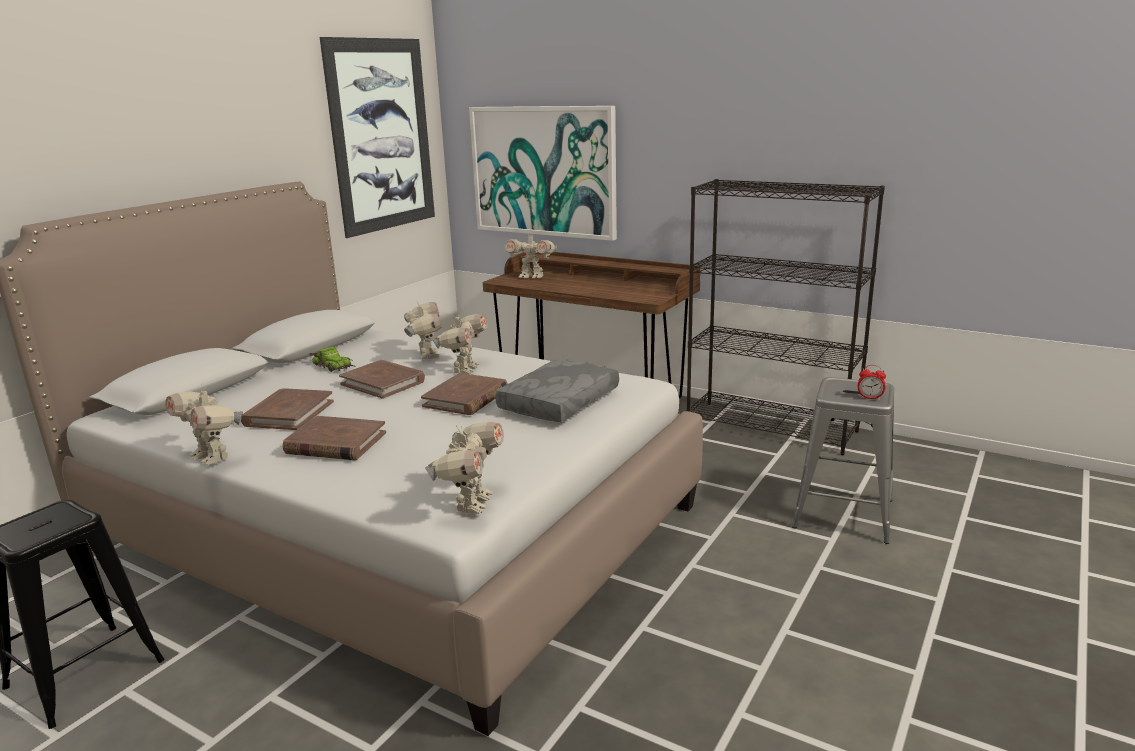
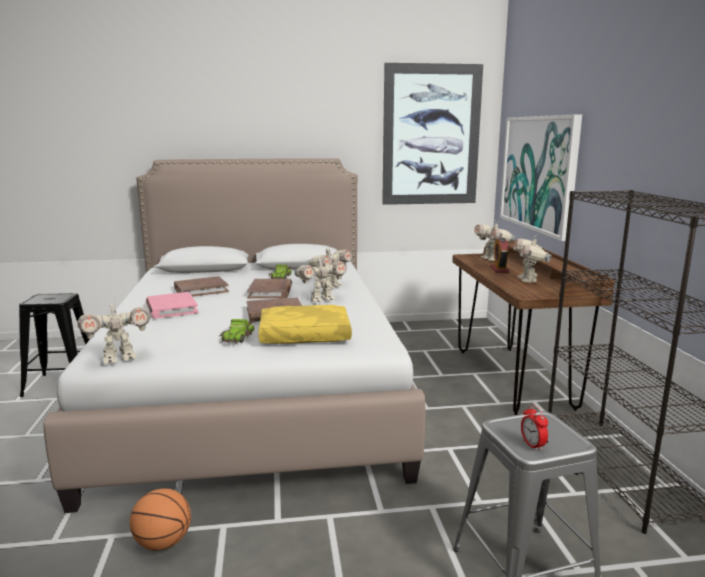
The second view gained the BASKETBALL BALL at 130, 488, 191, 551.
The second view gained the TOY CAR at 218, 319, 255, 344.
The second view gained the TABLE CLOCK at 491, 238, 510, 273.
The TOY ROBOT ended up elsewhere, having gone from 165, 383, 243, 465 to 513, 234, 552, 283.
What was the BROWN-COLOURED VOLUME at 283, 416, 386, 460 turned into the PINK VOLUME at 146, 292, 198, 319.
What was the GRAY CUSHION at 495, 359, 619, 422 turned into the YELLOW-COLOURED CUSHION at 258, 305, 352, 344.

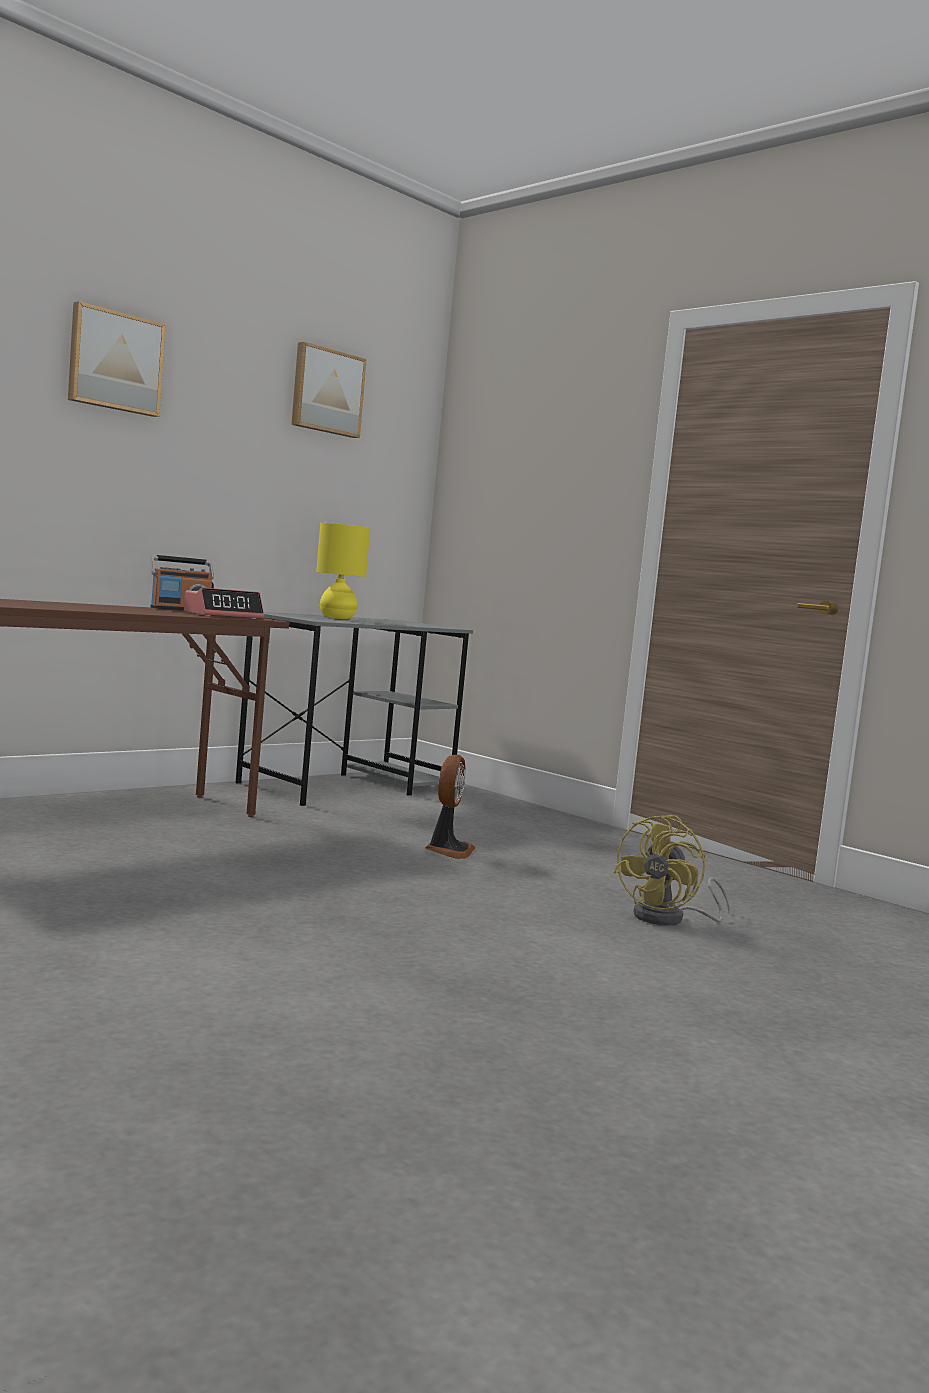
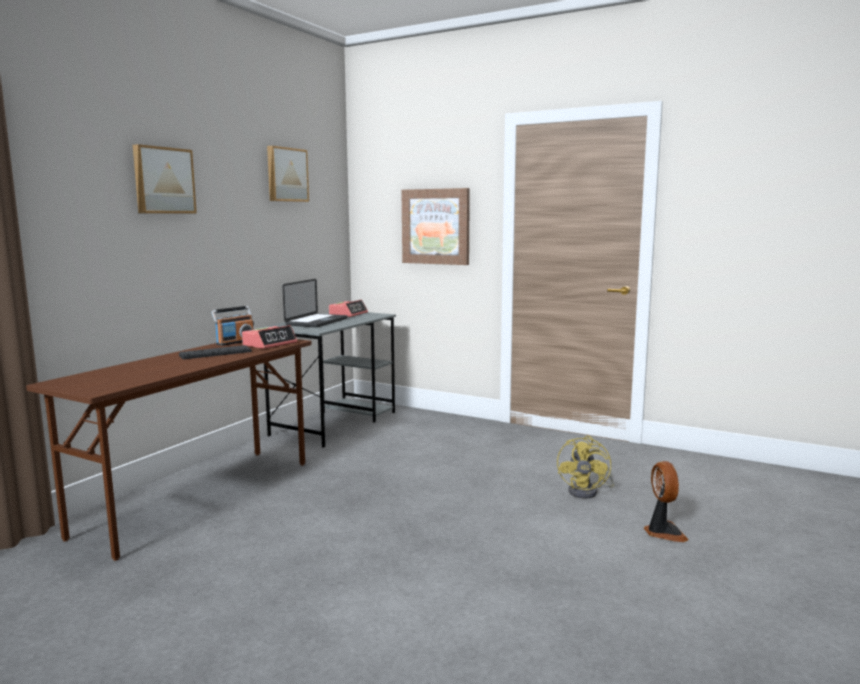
The second view gained the PC KEYBOARD at 179, 345, 252, 359.
The second view gained the TABLE CLOCK at 329, 300, 368, 317.
The second view gained the WALL ART at 401, 188, 470, 265.
The ELECTRIC FAN ended up elsewhere, having gone from 425, 755, 475, 859 to 644, 461, 689, 542.
Where the YELLOW-COLOURED LAMP FOR A TABLE stood at 316, 523, 370, 619, the PORTABLE COMPUTER came to stand at 283, 279, 348, 327.

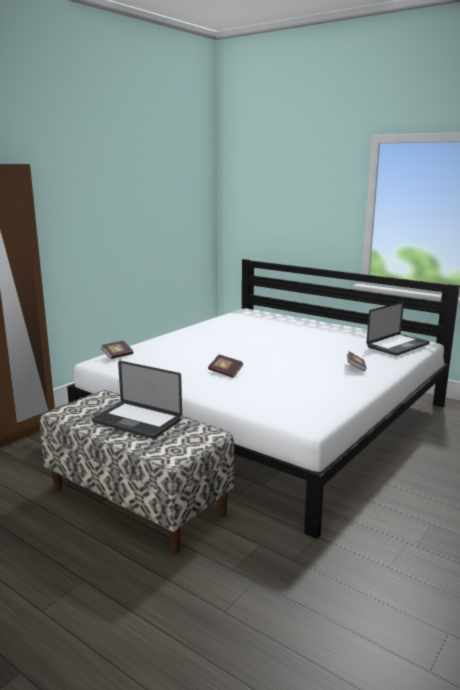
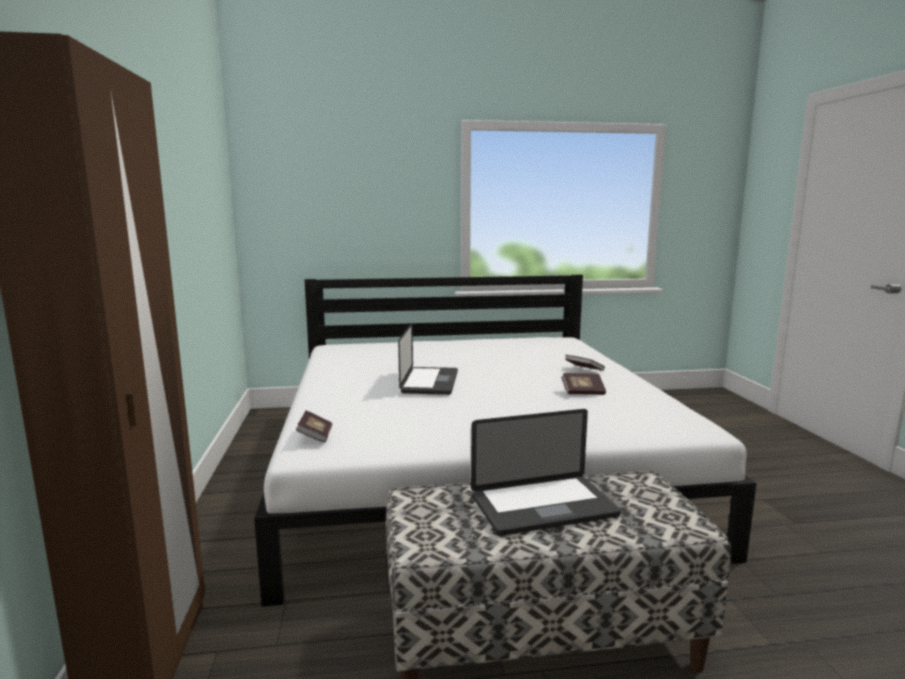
The VOLUME ended up elsewhere, having gone from 208, 355, 243, 378 to 561, 373, 606, 395.
The PORTABLE COMPUTER ended up elsewhere, having gone from 367, 302, 430, 356 to 398, 323, 458, 395.

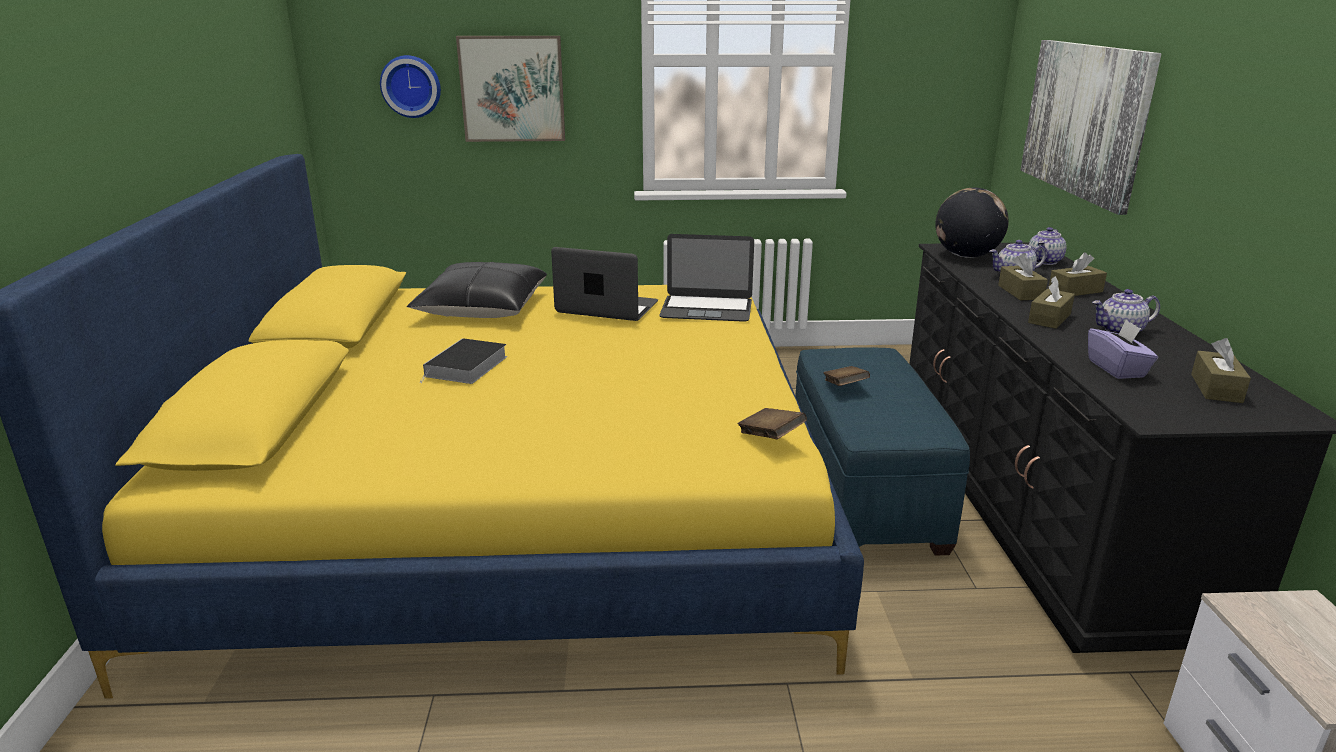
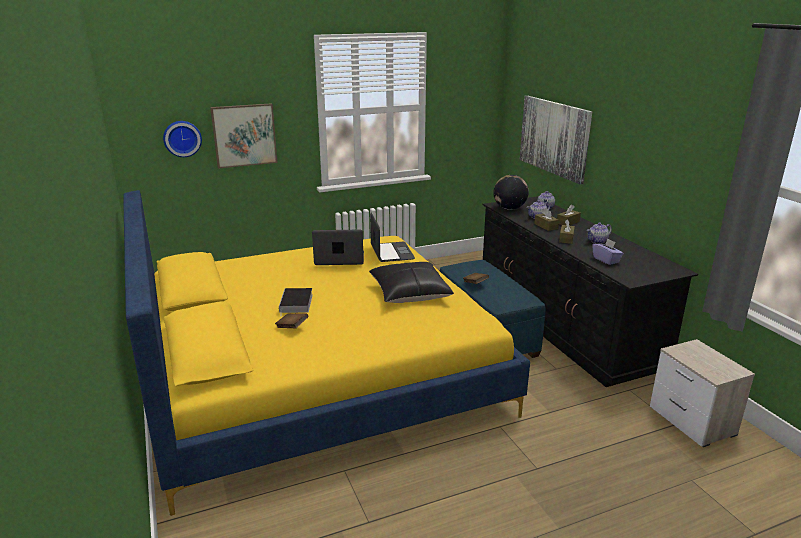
The second view lost the BROWN-COLOURED BOX OF TISSUES at 1191, 338, 1251, 403.
The BLACK-COLOURED CUSHION ended up elsewhere, having gone from 406, 262, 547, 318 to 369, 262, 454, 303.
The BROWN-COLOURED VOLUME ended up elsewhere, having gone from 738, 408, 807, 439 to 275, 313, 308, 328.
The PORTABLE COMPUTER at 659, 234, 754, 322 ended up facing another way, 90 degrees counterclockwise from before.

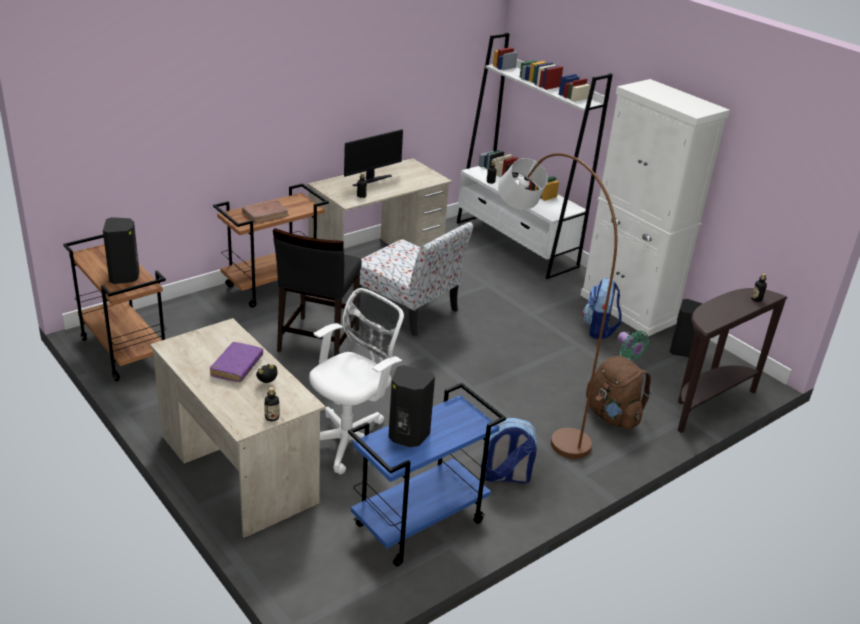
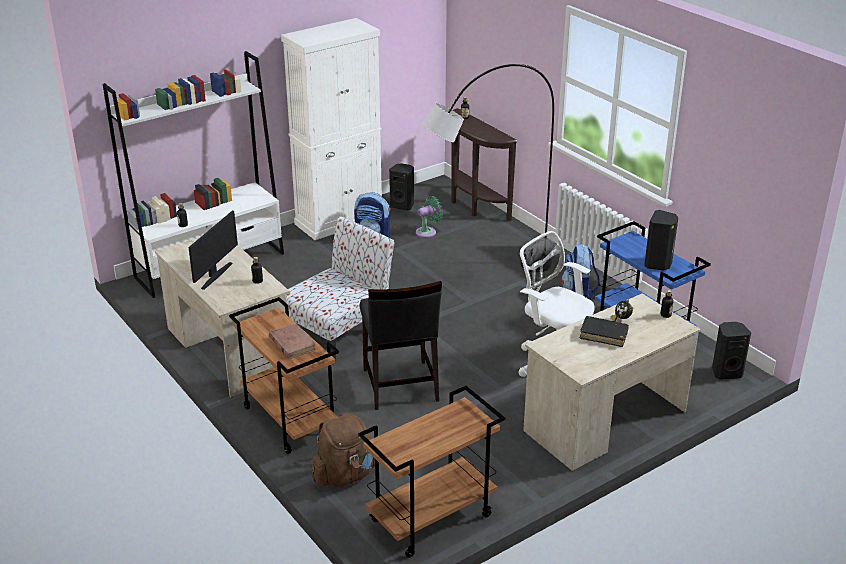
The BLACK-COLOURED AUDIO SPEAKER ended up elsewhere, having gone from 103, 217, 139, 284 to 712, 322, 751, 380.
The BROWN-COLOURED BACKPACK ended up elsewhere, having gone from 586, 356, 651, 430 to 311, 413, 375, 487.
What was the PURPLE VOLUME at 210, 342, 263, 382 turned into the BLACK-COLOURED VOLUME at 580, 316, 629, 347.
What was the BROWN-COLOURED STANDARD LAMP at 498, 153, 617, 459 turned into the GRAY STANDARD LAMP at 421, 64, 554, 269.
The BLACK-COLOURED CHAIR at 273, 228, 362, 356 ended up facing another way, 60 degrees clockwise from before.
The MONITOR at 344, 129, 403, 187 ended up facing another way, 60 degrees clockwise from before.

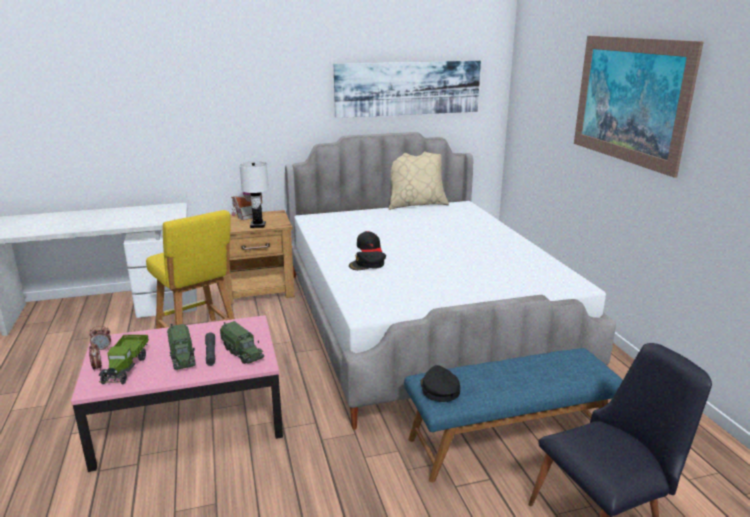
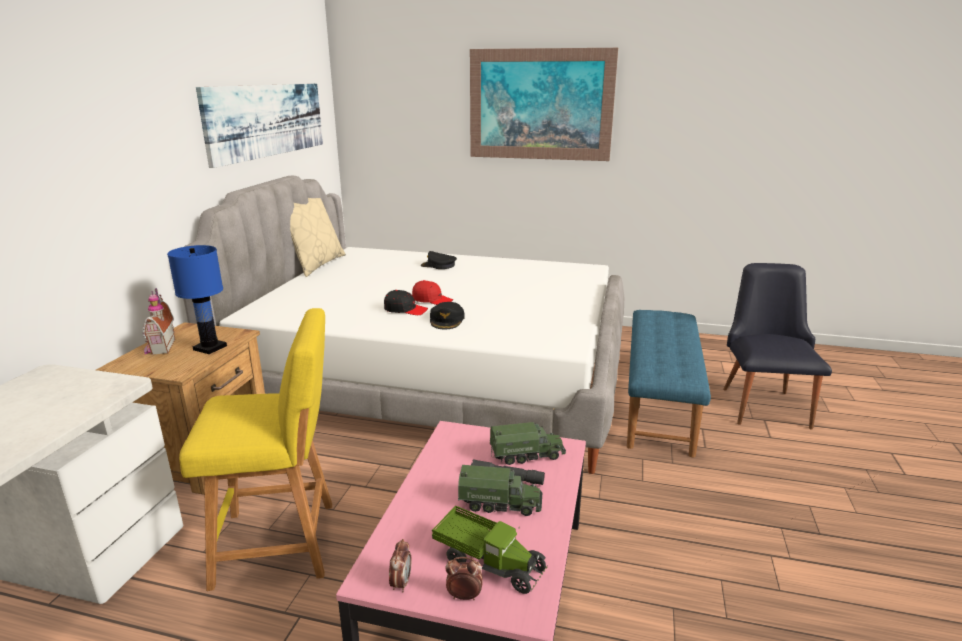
The second view gained the RED-COLOURED CAP at 412, 280, 453, 305.
The BLACK-COLOURED CAP ended up elsewhere, having gone from 420, 365, 460, 402 to 421, 251, 457, 269.
What was the WHITE LAMP FOR A TABLE at 239, 161, 269, 228 turned into the BLUE LAMP FOR A TABLE at 167, 245, 227, 354.

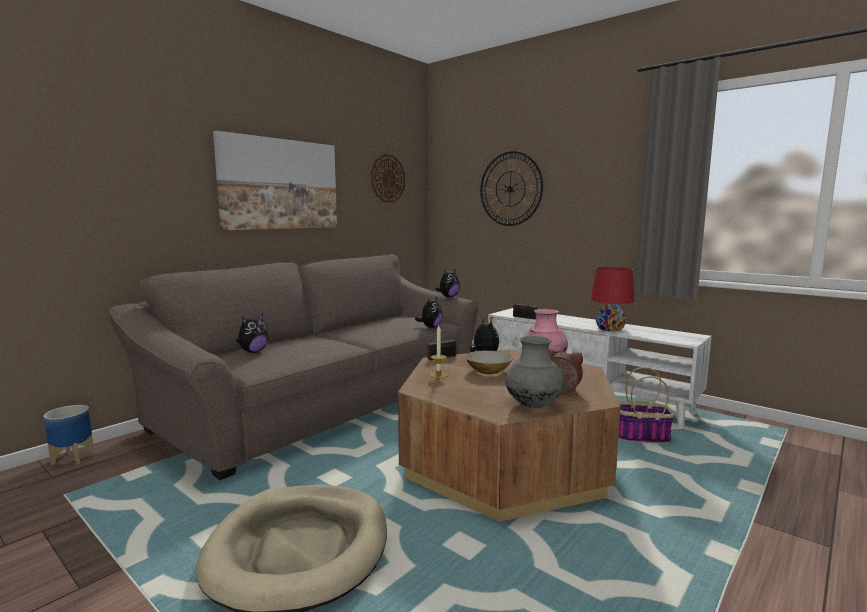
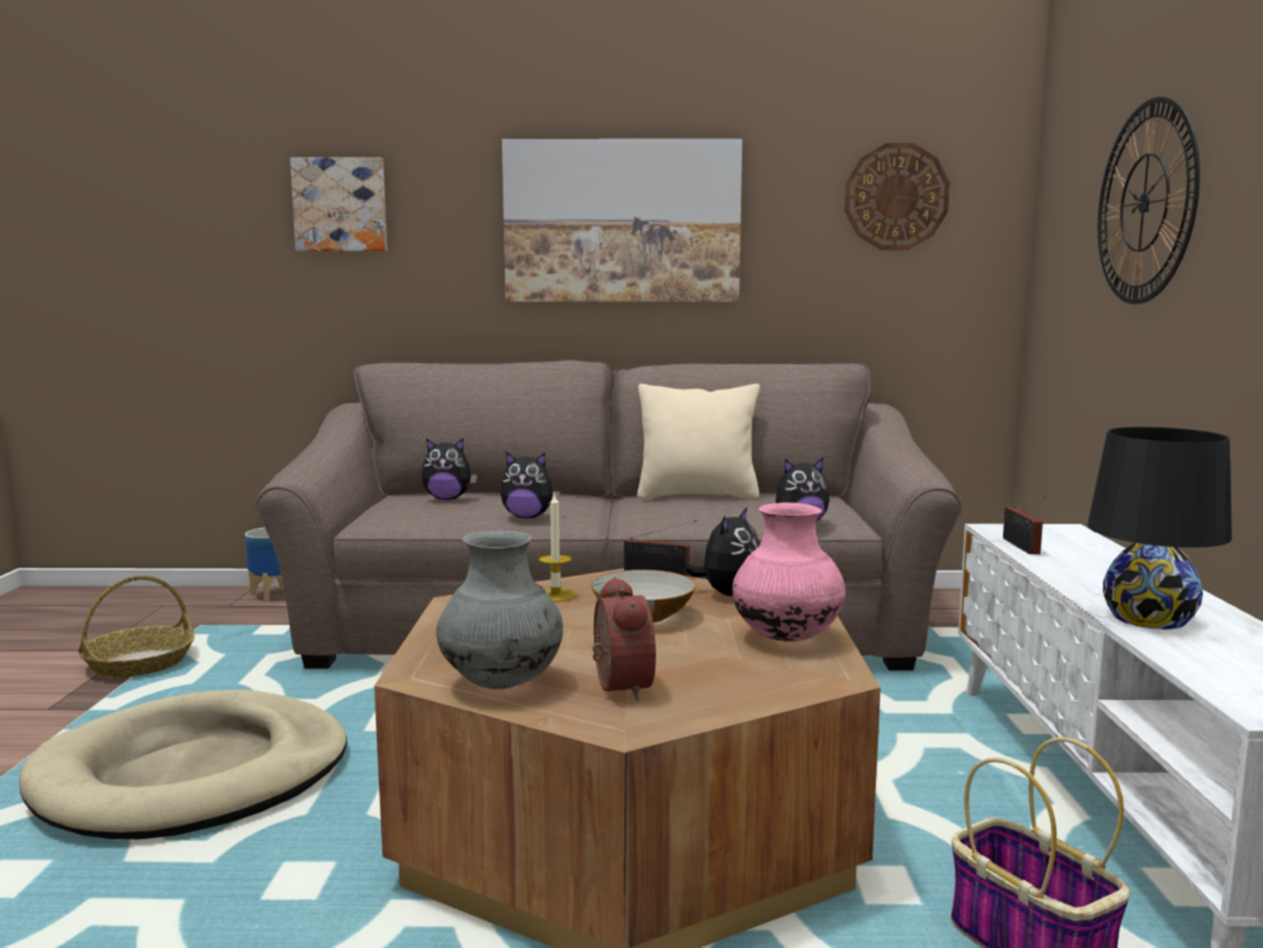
The second view gained the HOUSEHOLD BASKET at 78, 575, 195, 678.
The second view gained the WALL ART at 290, 157, 387, 251.
The second view gained the SAND-COLOURED CUSHION at 637, 384, 760, 500.
The PLUSH TOY ended up elsewhere, having gone from 435, 269, 460, 297 to 500, 452, 560, 518.
What was the RED-COLOURED LAMP FOR A TABLE at 591, 267, 634, 331 turned into the BLACK-COLOURED LAMP FOR A TABLE at 1087, 427, 1232, 629.

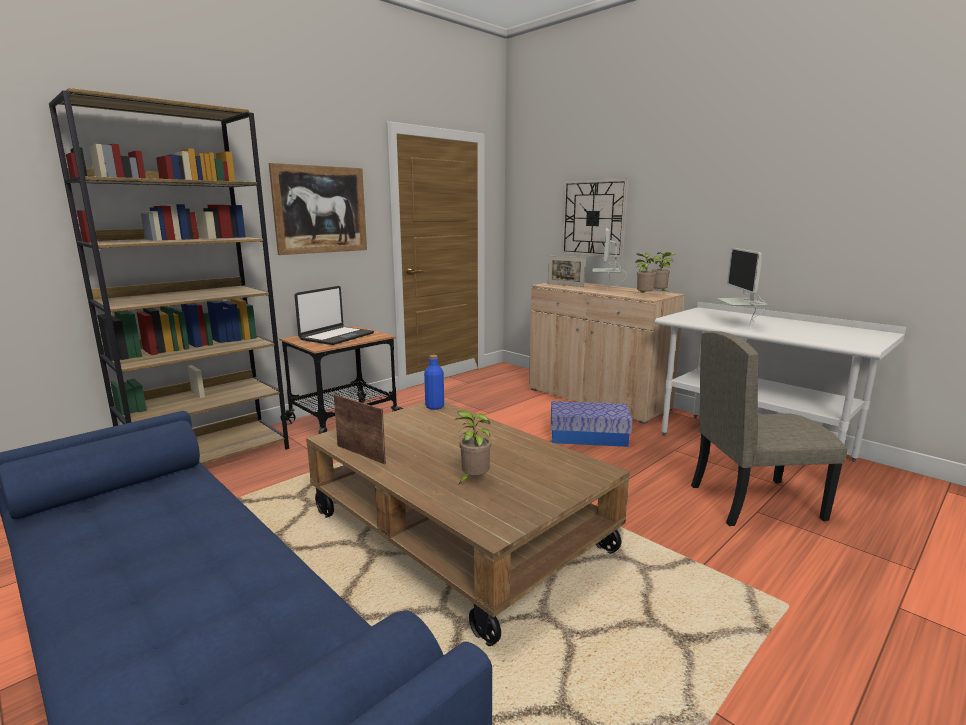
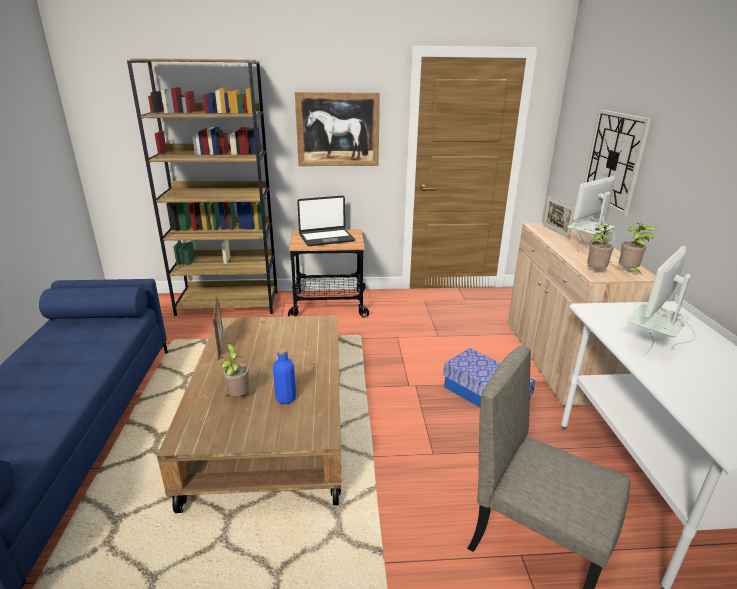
The BLUE BOTTLE ended up elsewhere, having gone from 424, 355, 444, 410 to 273, 348, 296, 404.

